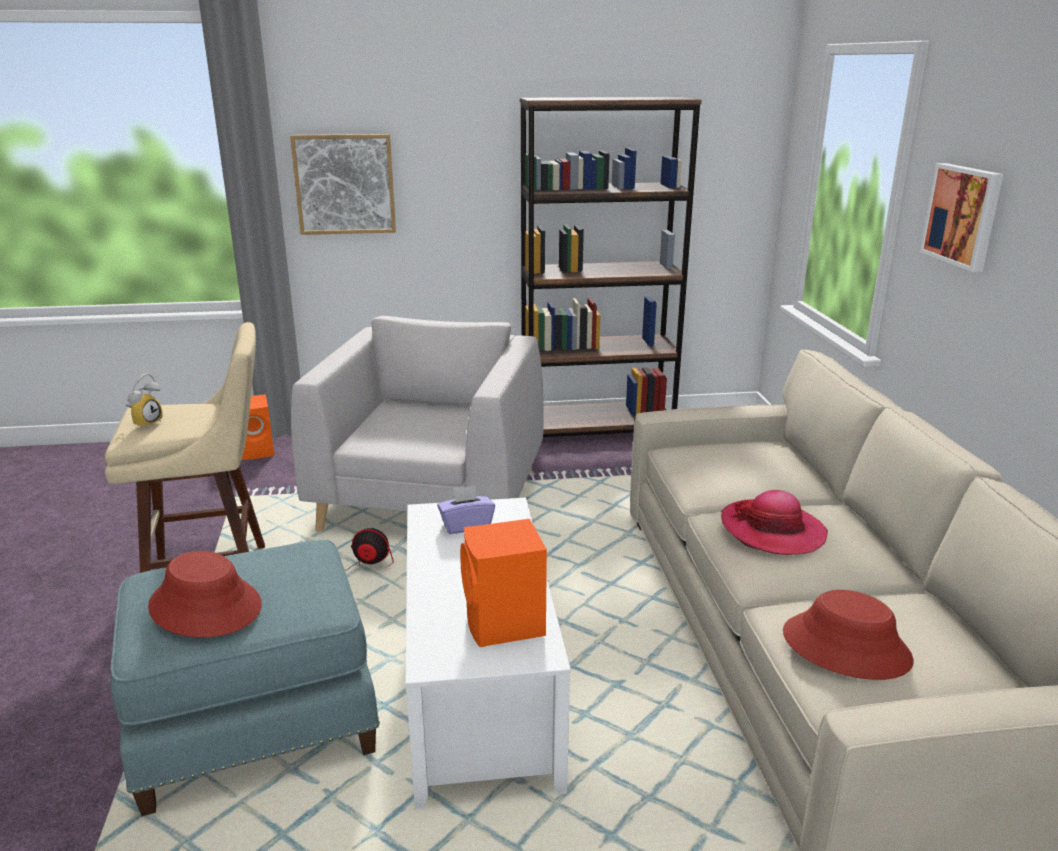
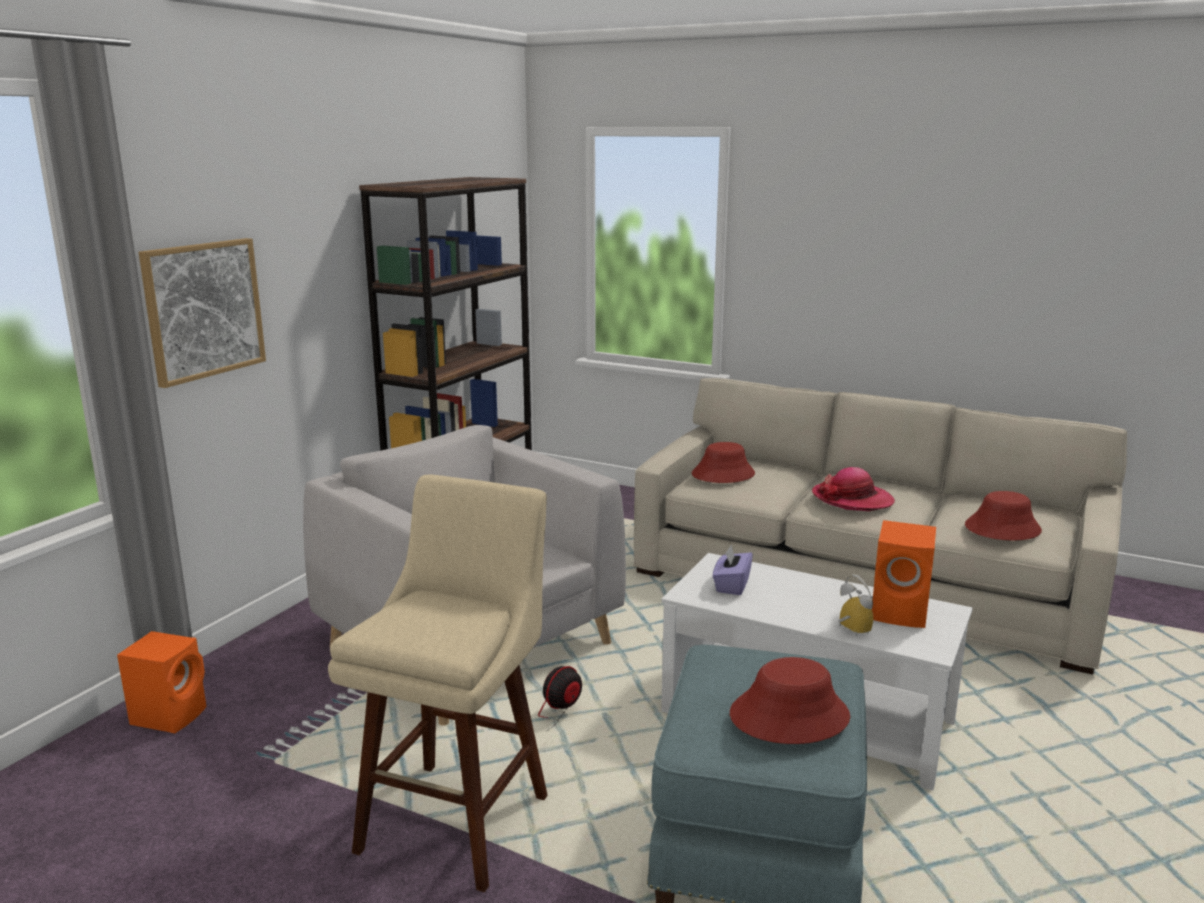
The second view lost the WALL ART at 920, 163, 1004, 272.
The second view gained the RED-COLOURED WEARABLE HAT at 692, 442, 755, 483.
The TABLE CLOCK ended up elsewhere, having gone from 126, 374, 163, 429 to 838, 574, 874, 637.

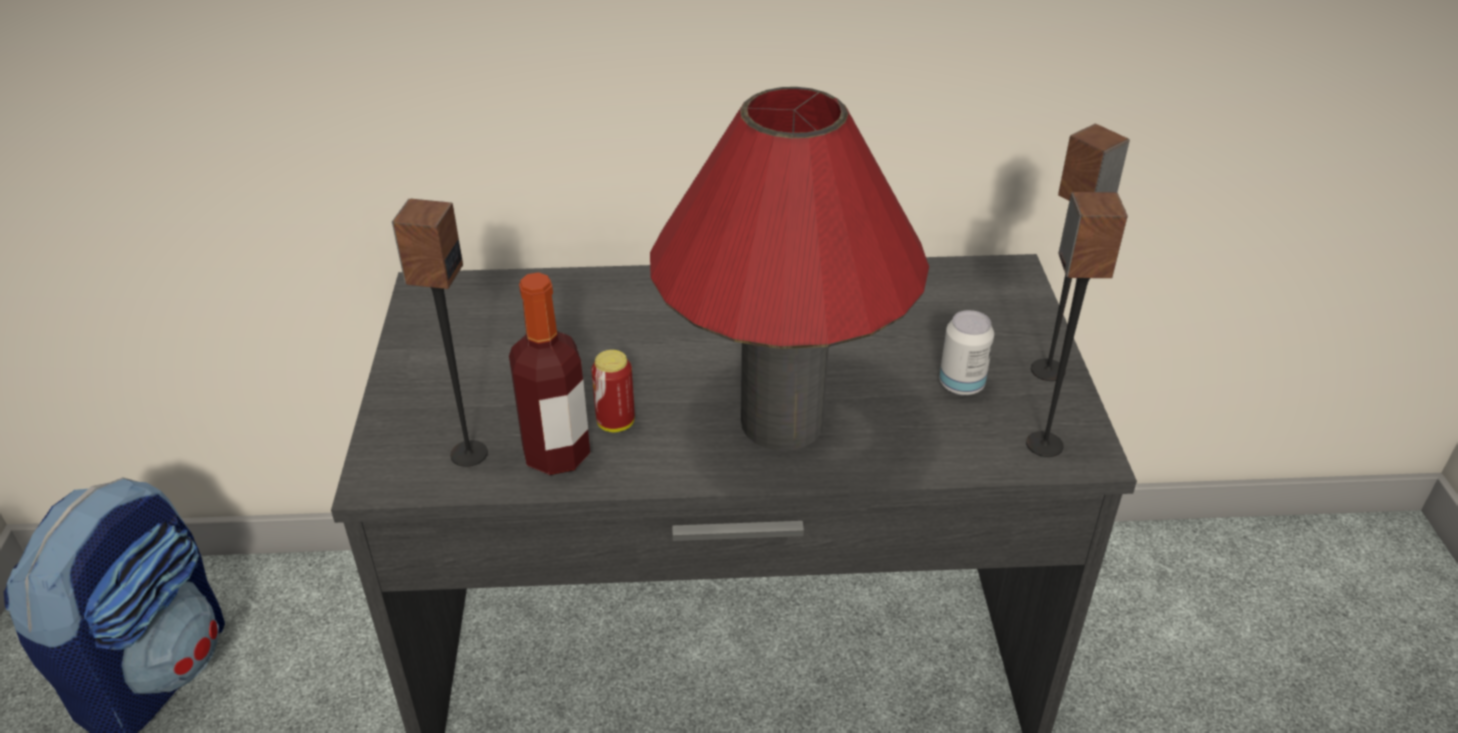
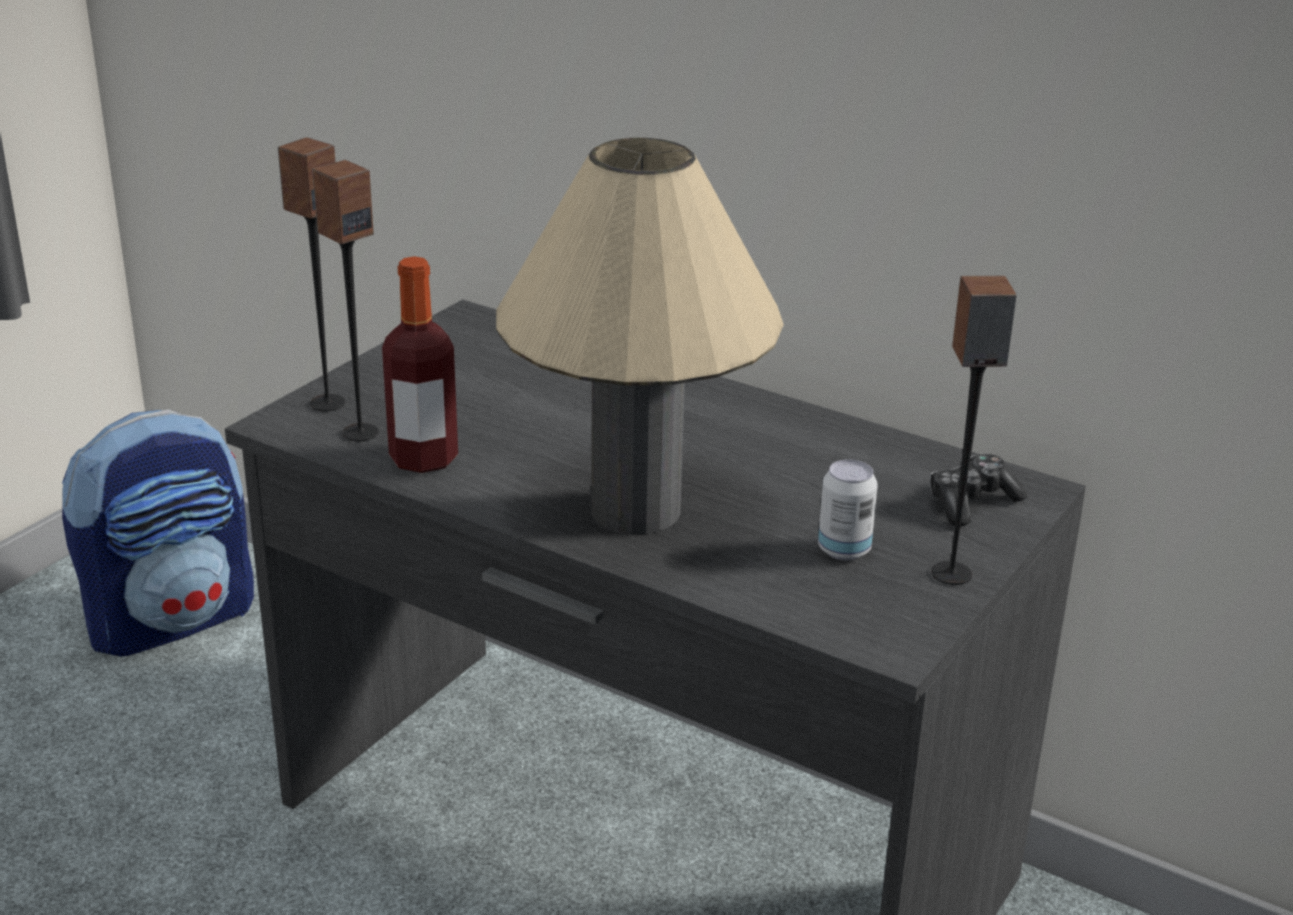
The second view lost the METAL CAN at 591, 350, 635, 432.
The second view gained the JOYPAD at 930, 454, 1027, 527.
The AUDIO SPEAKER ended up elsewhere, having gone from 1026, 192, 1128, 457 to 278, 137, 345, 411.
What was the RED-COLOURED LAMP FOR A TABLE at 650, 87, 929, 451 turned into the SAND-COLOURED LAMP FOR A TABLE at 496, 138, 784, 534.

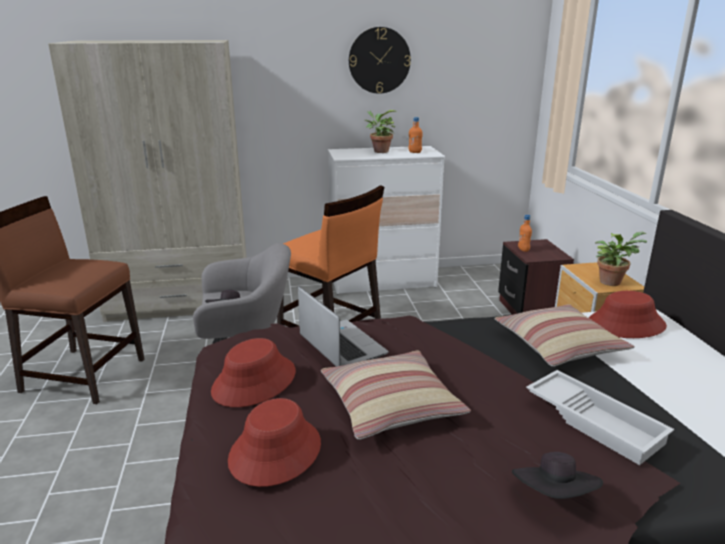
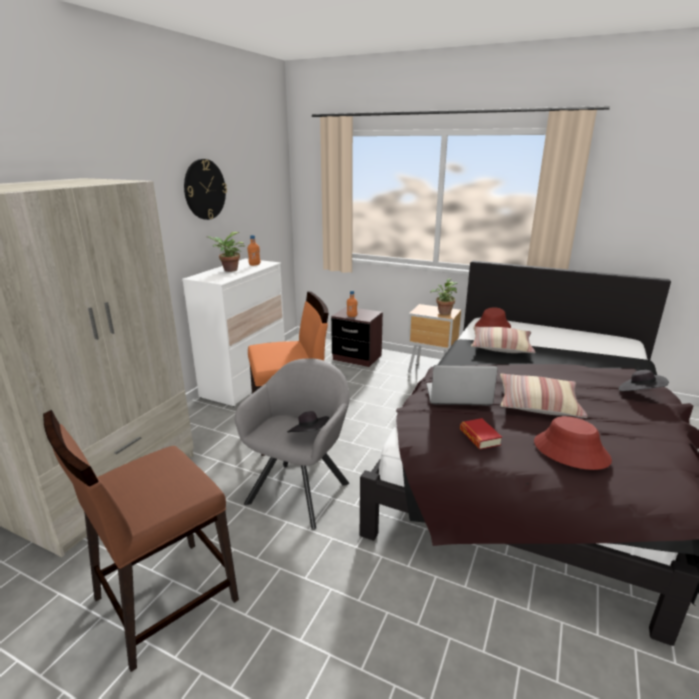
The second view lost the WHITE TRAY at 526, 370, 674, 465.
Where the RED-COLOURED WEARABLE HAT stood at 211, 338, 296, 407, the VOLUME came to stand at 460, 418, 502, 449.

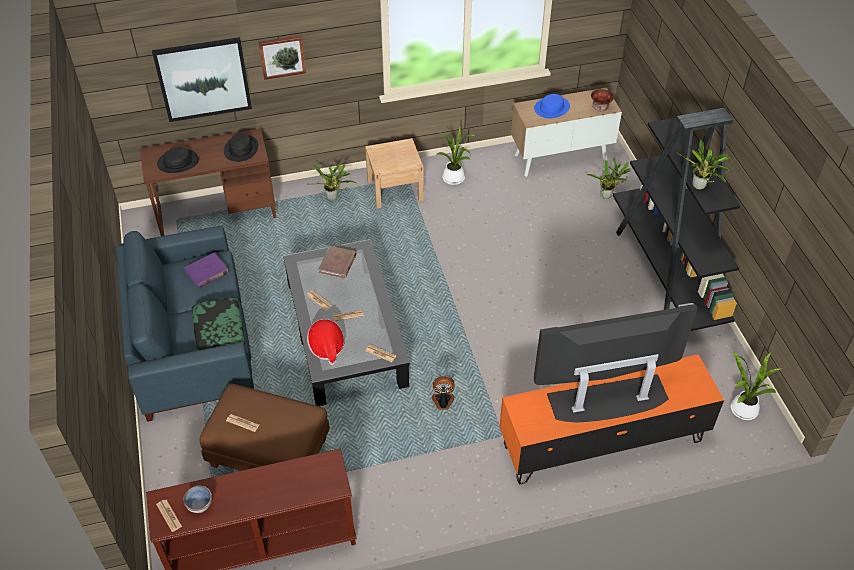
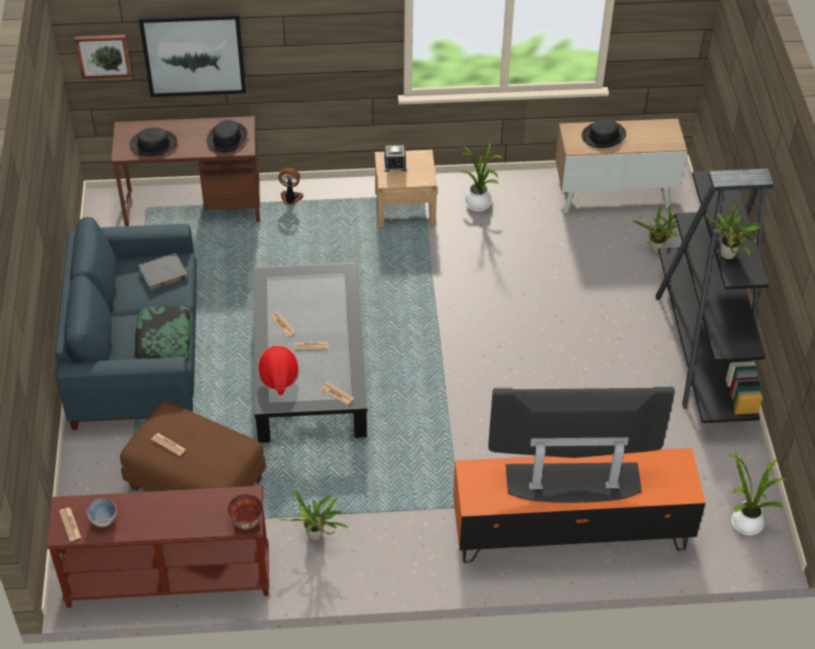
The second view lost the BROWN-COLOURED VOLUME at 318, 246, 357, 279.
The second view gained the TABLE CLOCK at 384, 145, 407, 172.
The WALL ART ended up elsewhere, having gone from 259, 35, 306, 80 to 75, 34, 131, 79.
The POTTED PLANT ended up elsewhere, having gone from 313, 163, 356, 200 to 281, 490, 349, 540.
The ELECTRIC FAN ended up elsewhere, having gone from 432, 377, 455, 410 to 278, 168, 304, 205.
The BOWL ended up elsewhere, having gone from 591, 89, 614, 111 to 227, 494, 263, 529.
What was the PURPLE VOLUME at 184, 252, 229, 288 turned into the GRAY VOLUME at 139, 253, 187, 290.
What was the BLUE WEARABLE HAT at 534, 94, 570, 118 turned into the BLACK-COLOURED WEARABLE HAT at 581, 119, 626, 148.

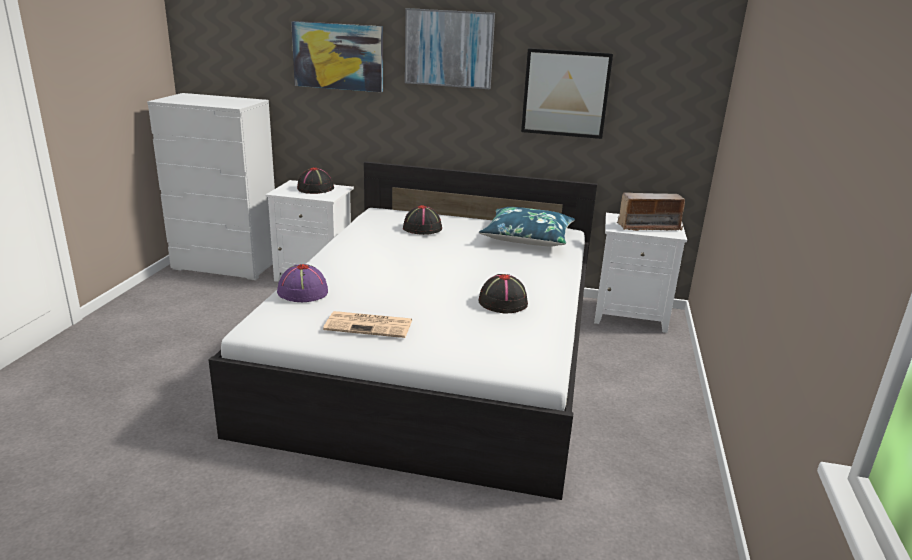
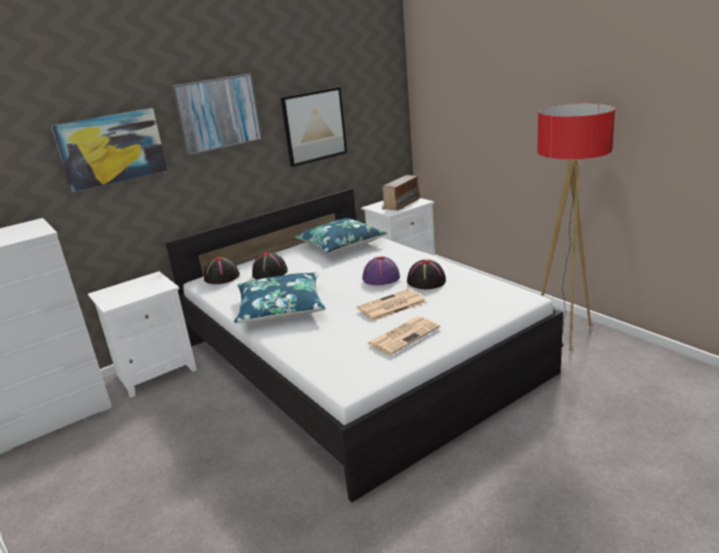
The second view gained the BLUE CUSHION at 234, 273, 326, 323.
The second view gained the DAILY PAPER at 357, 289, 426, 321.
The second view gained the STANDARD LAMP at 537, 103, 615, 351.
The PURPLE WEARABLE HAT ended up elsewhere, having gone from 277, 264, 328, 302 to 362, 256, 400, 285.
The BLACK-COLOURED WEARABLE HAT ended up elsewhere, having gone from 297, 167, 334, 194 to 204, 257, 240, 284.

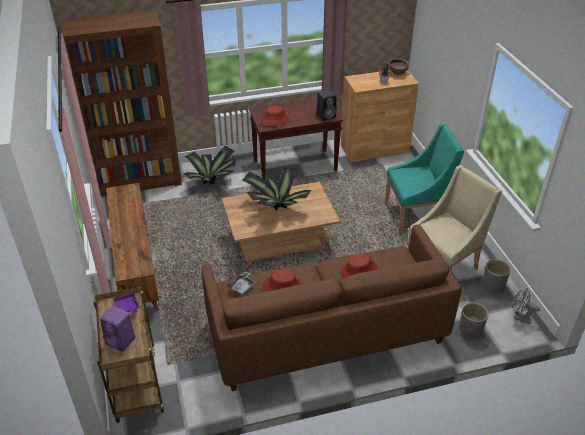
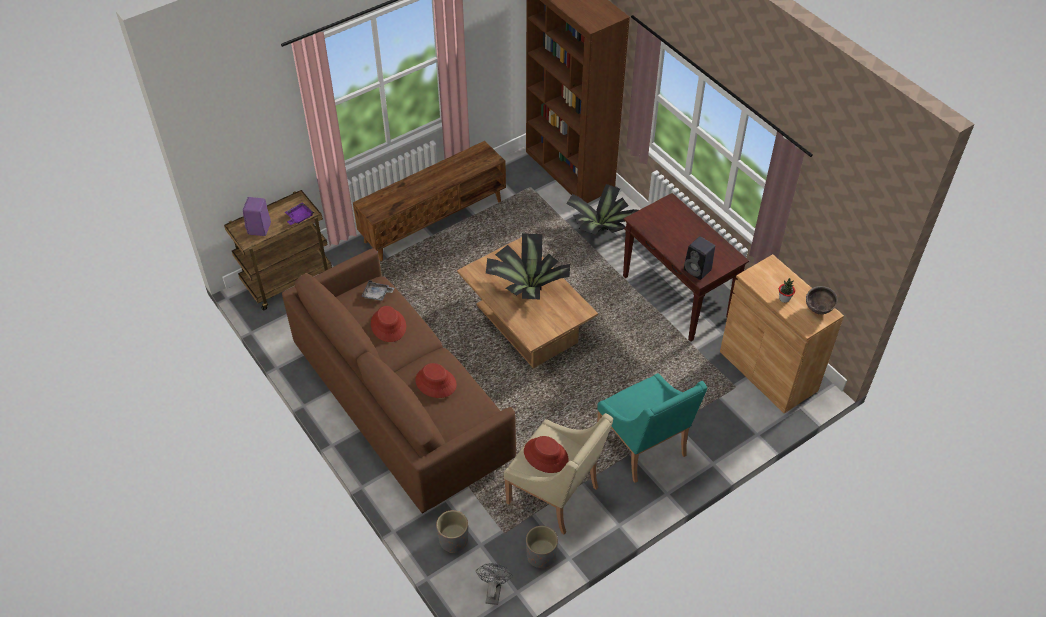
The RED-COLOURED WEARABLE HAT ended up elsewhere, having gone from 260, 106, 289, 126 to 524, 436, 569, 473.

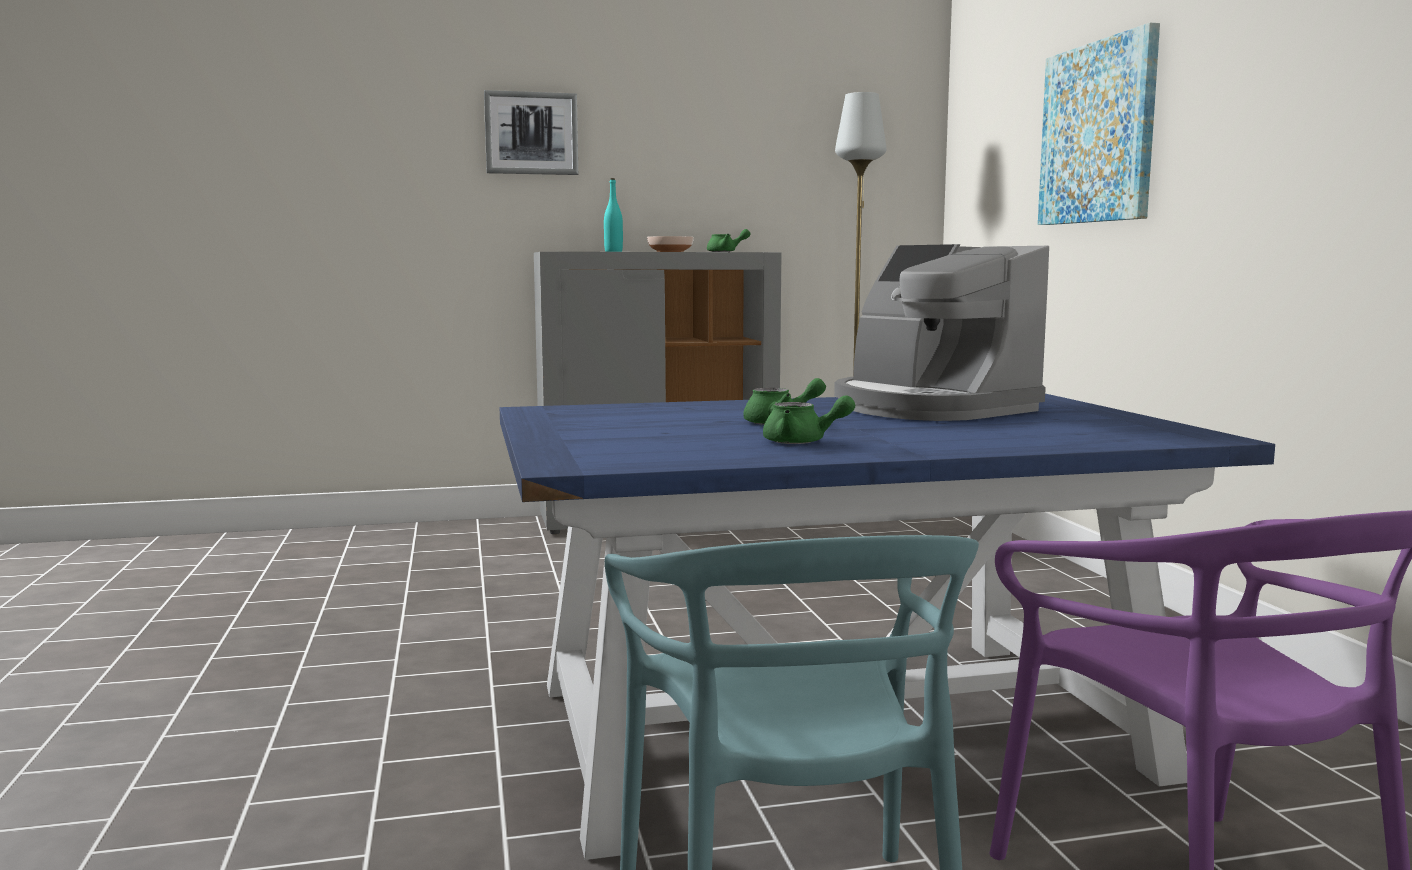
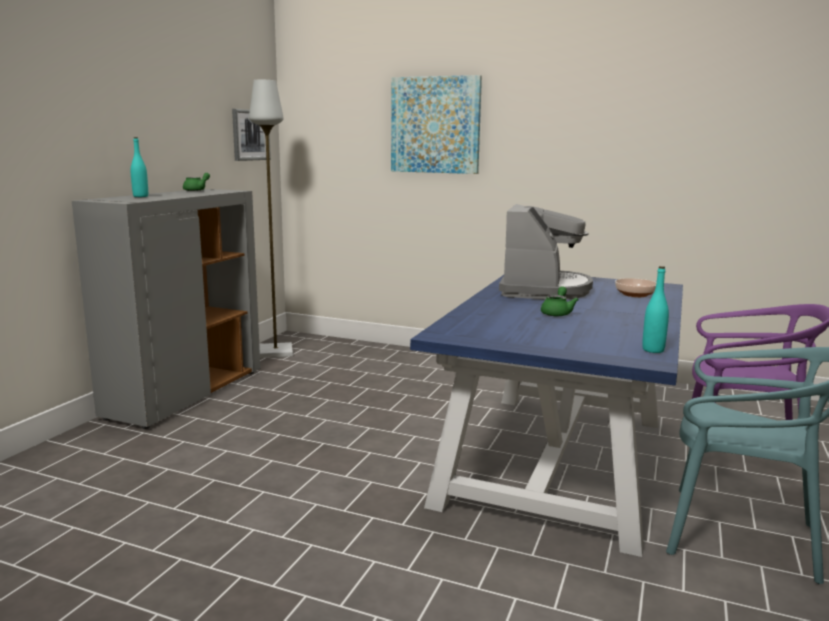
The second view lost the GREENISH TEAPOT at 763, 395, 855, 444.
The second view gained the BLUE-GREEN BOTTLE at 642, 266, 669, 353.
The WALL ART ended up elsewhere, having gone from 484, 90, 578, 175 to 232, 109, 271, 161.
The BOWL ended up elsewhere, having gone from 647, 236, 694, 252 to 615, 278, 656, 297.
The COFFEE MACHINE at 834, 244, 1049, 421 ended up facing another way, 75 degrees counterclockwise from before.

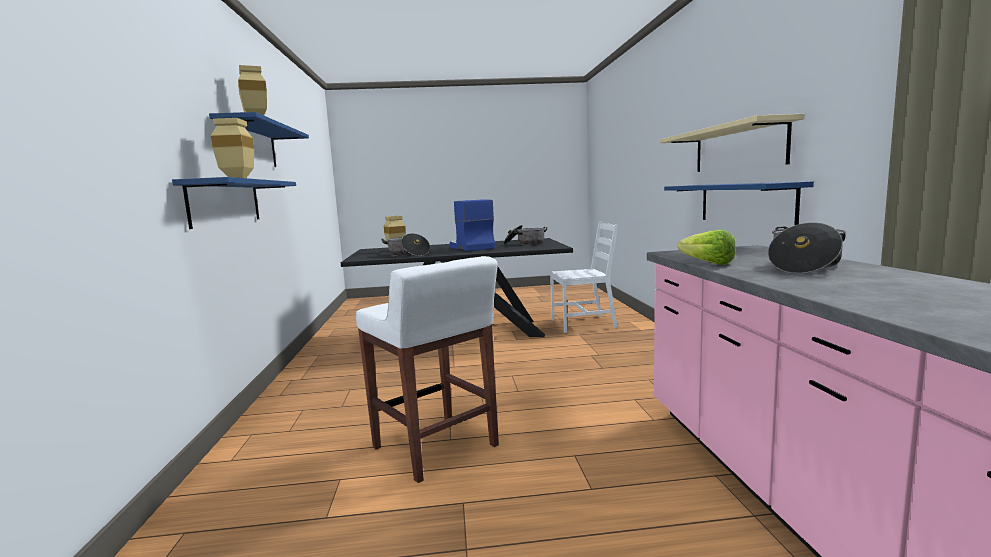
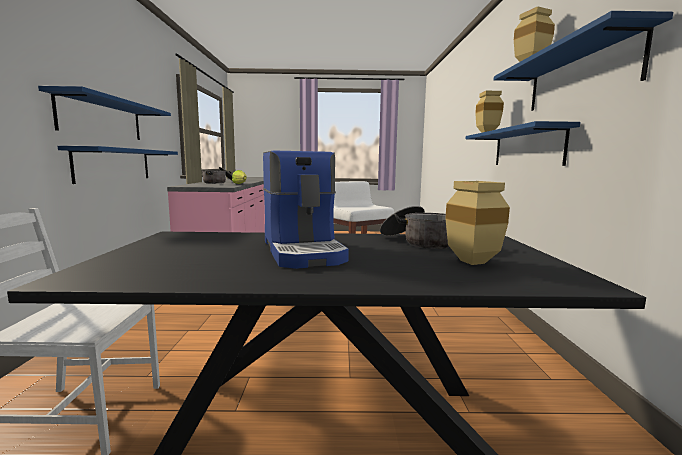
The second view lost the STOCKPOT at 503, 225, 547, 245.
What was the SAND-COLOURED SHELF at 659, 114, 804, 172 turned into the BLUE SHELF at 38, 86, 171, 140.

